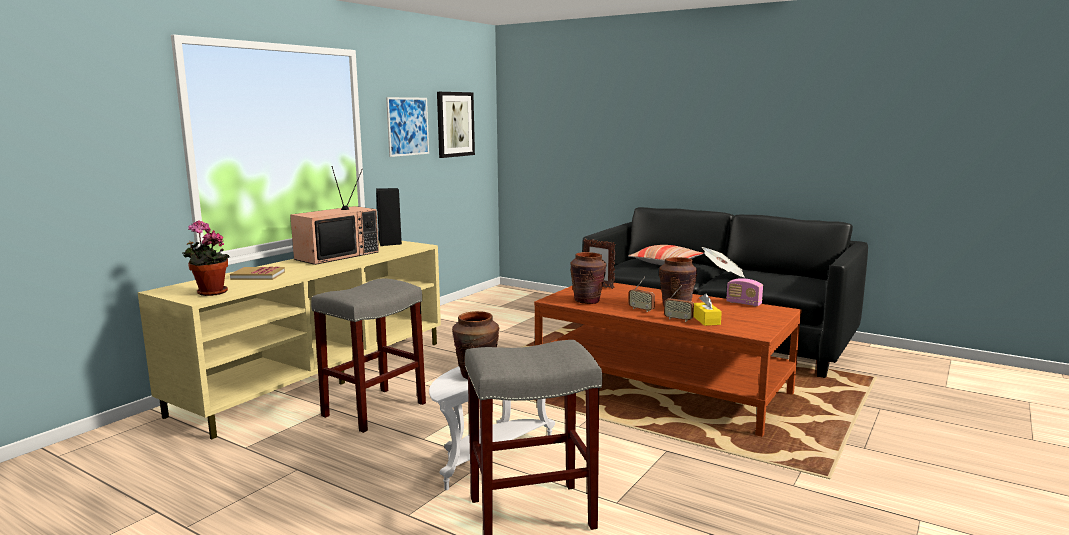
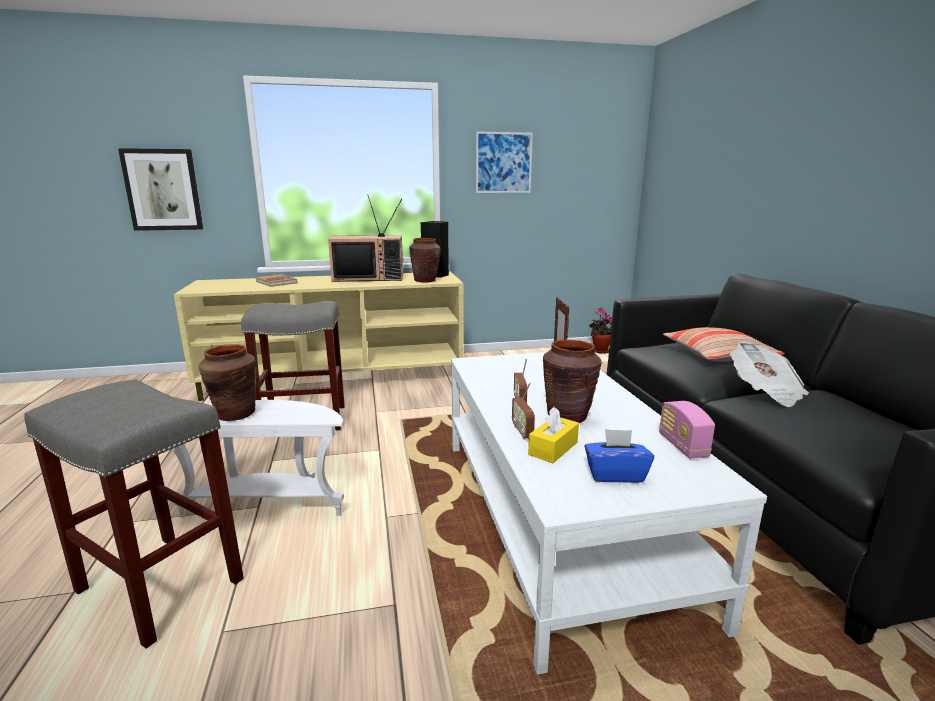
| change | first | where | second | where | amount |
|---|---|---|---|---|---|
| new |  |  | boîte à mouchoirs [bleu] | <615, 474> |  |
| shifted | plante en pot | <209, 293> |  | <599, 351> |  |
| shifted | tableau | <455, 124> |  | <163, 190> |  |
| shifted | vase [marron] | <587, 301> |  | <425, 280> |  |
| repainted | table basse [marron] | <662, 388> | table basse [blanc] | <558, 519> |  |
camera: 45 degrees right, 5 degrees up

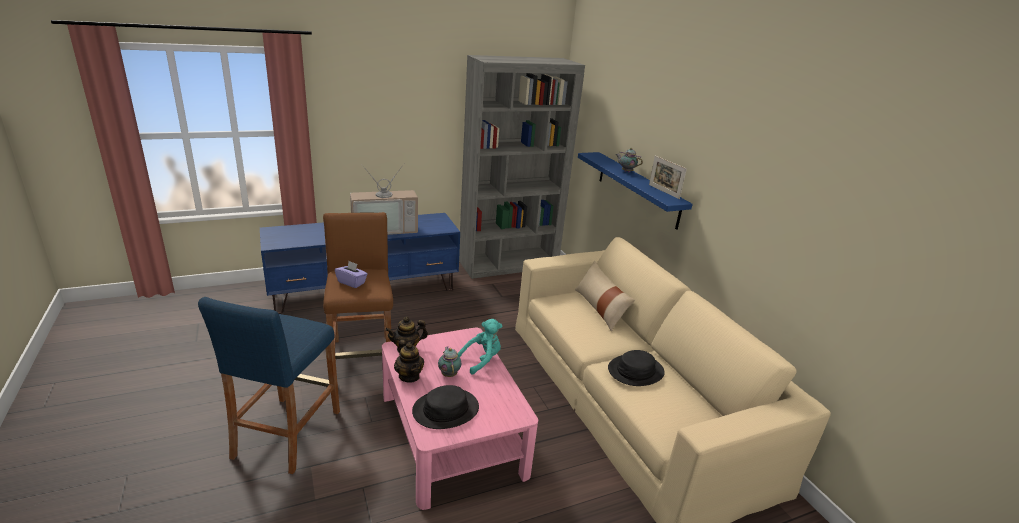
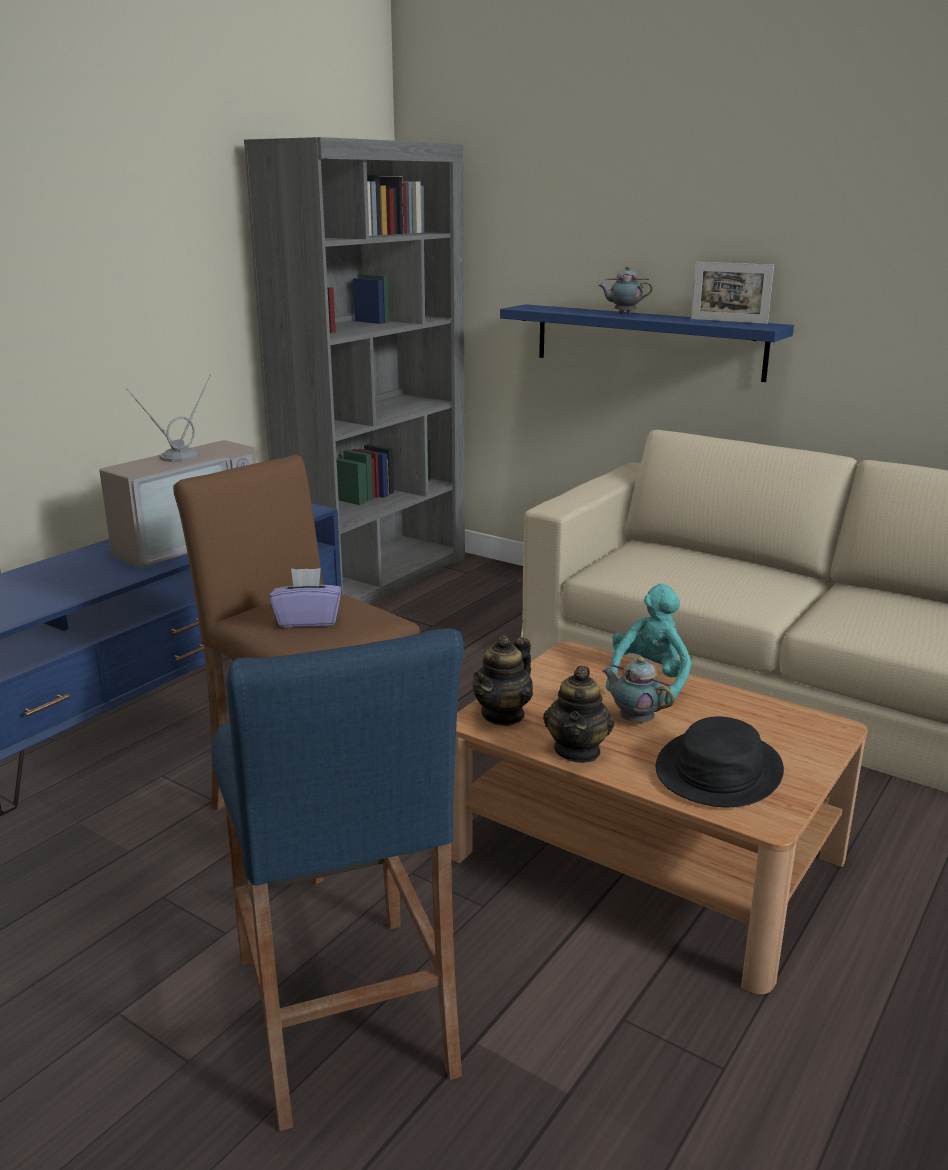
| change | first | where | second | where | amount |
|---|---|---|---|---|---|
| gone | coussin [beige] | <600, 308> |  |  |  |
| gone | chapeau [noir] | <635, 371> |  |  |  |
| repainted | table basse [rose] | <452, 434> | table basse [marron] | <645, 855> |  |
| rotated | théière | <409, 376> |  | <578, 750> | 75 degrees clockwise |
camera: 30 degrees left, 5 degrees down

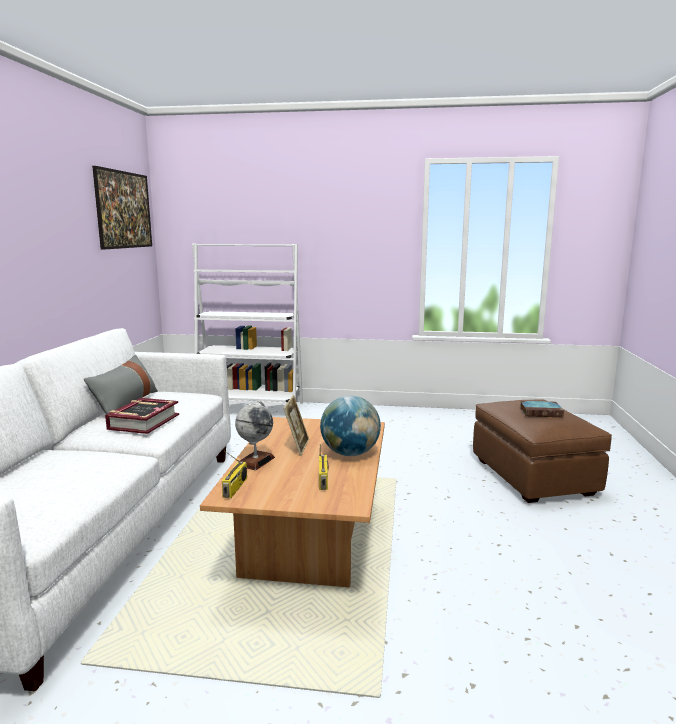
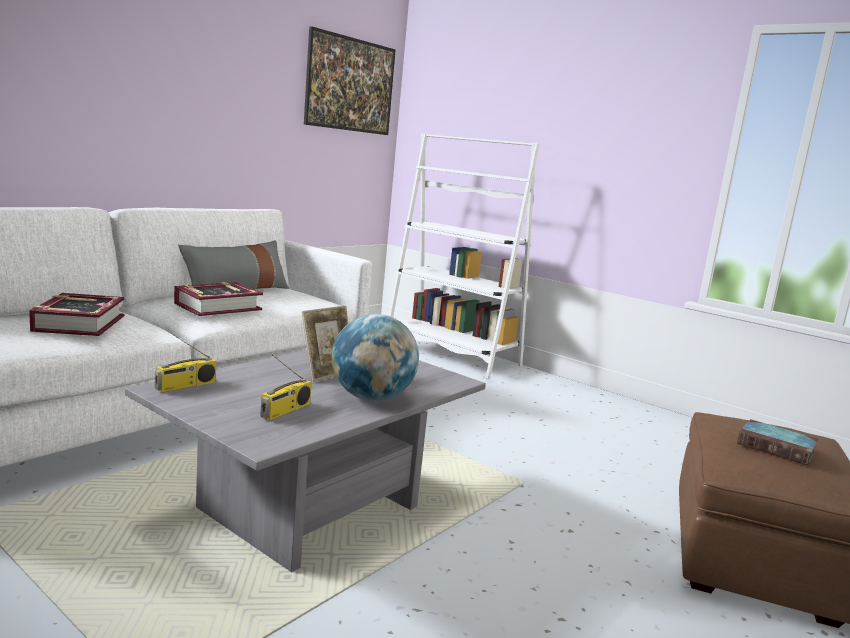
| change | first | where | second | where | amount |
|---|---|---|---|---|---|
| gone | globe | <255, 461> |  |  |  |
| new |  |  | livre | <78, 323> |  |
| repainted | table basse [marron] | <309, 547> | table basse [gris] | <312, 512> |  |
camera: 30 degrees right, 0 degrees up

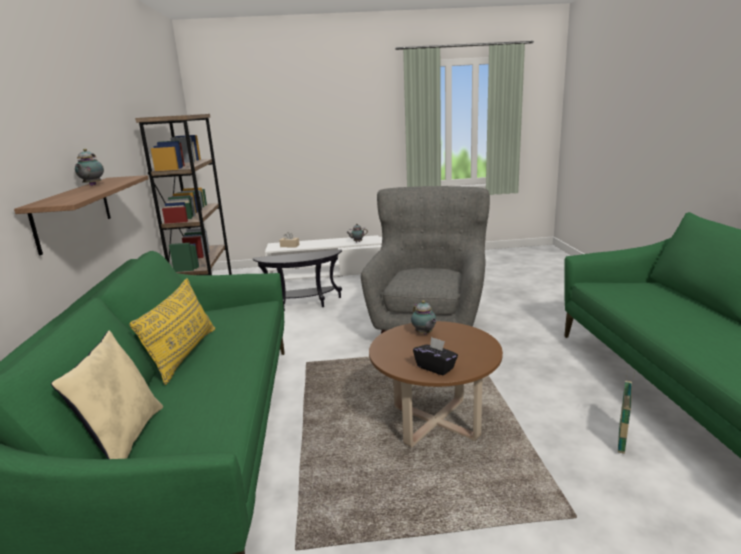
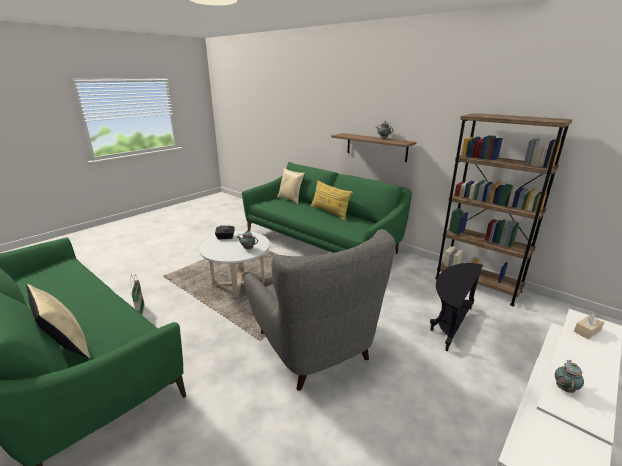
| change | first | where | second | where | amount |
|---|---|---|---|---|---|
| new |  |  | coussin [beige] | <66, 346> |  |
| repainted | table basse [marron] | <435, 422> | table basse [blanc] | <238, 284> |  |
camera: 135 degrees right, 5 degrees up

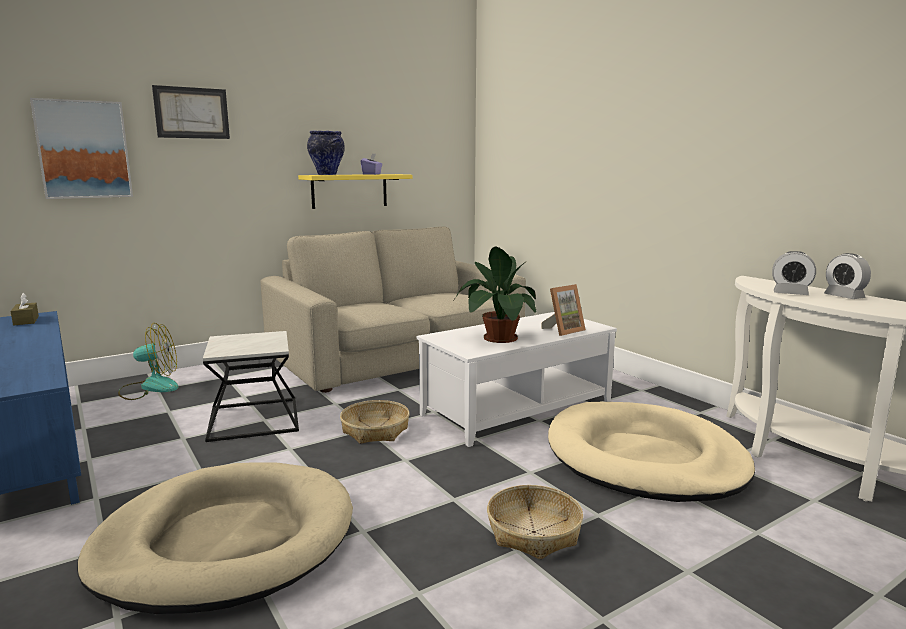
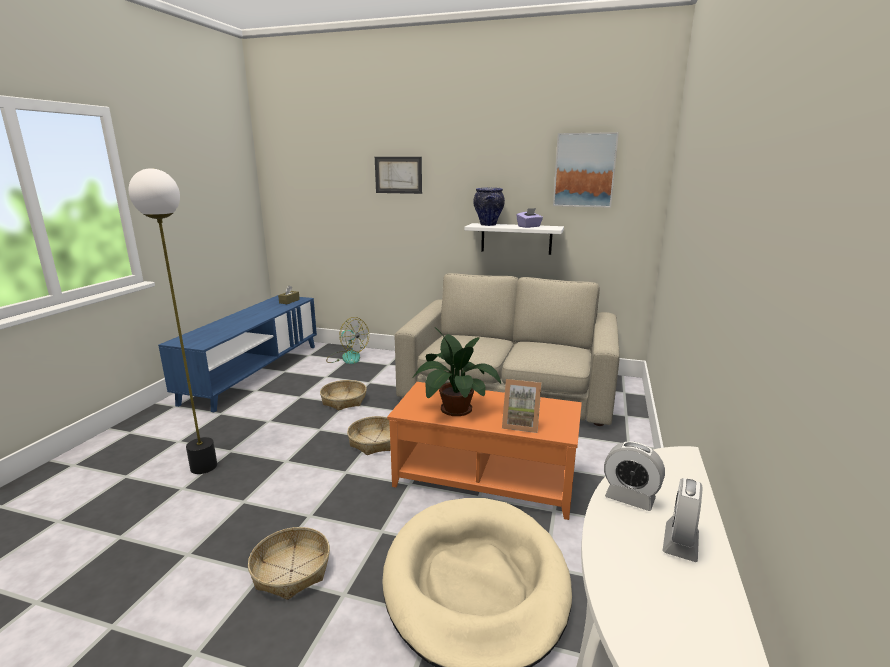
| change | first | where | second | where | amount |
|---|---|---|---|---|---|
| shifted | tableau | <83, 149> |  | <584, 170> |  |
| swapped | panier pour chien [beige] | <225, 542> | lampadaire | <203, 466> |  |
| swapped | table d'appoint | <254, 419> | panier | <344, 400> |  |
| repainted | étagère [jaune] | <349, 191> | étagère [blanc] | <516, 238> |  |
| repainted | table basse [blanc] | <516, 409> | table basse [orange] | <485, 477> |  |
| rotated | réveil | <790, 293> |  | <629, 498> | 45 degrees counterclockwise |
camera: 50 degrees right, 5 degrees up

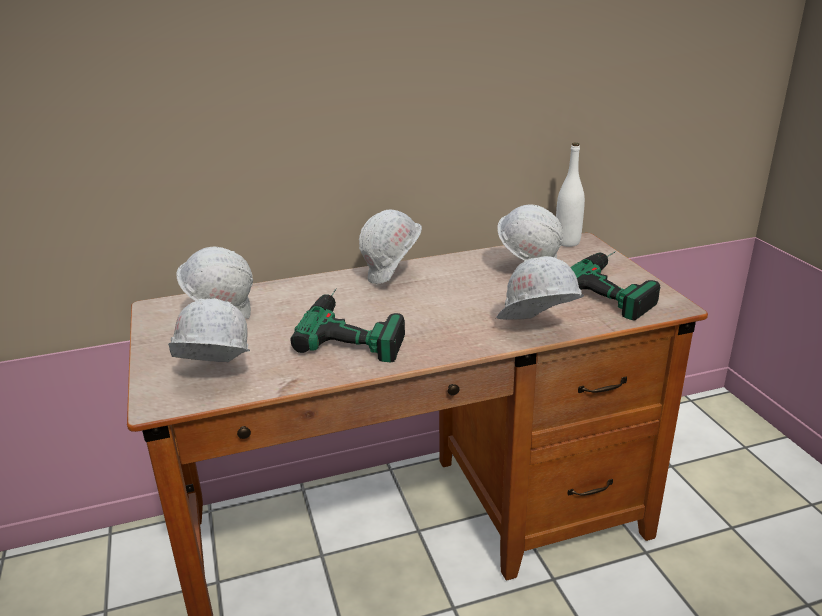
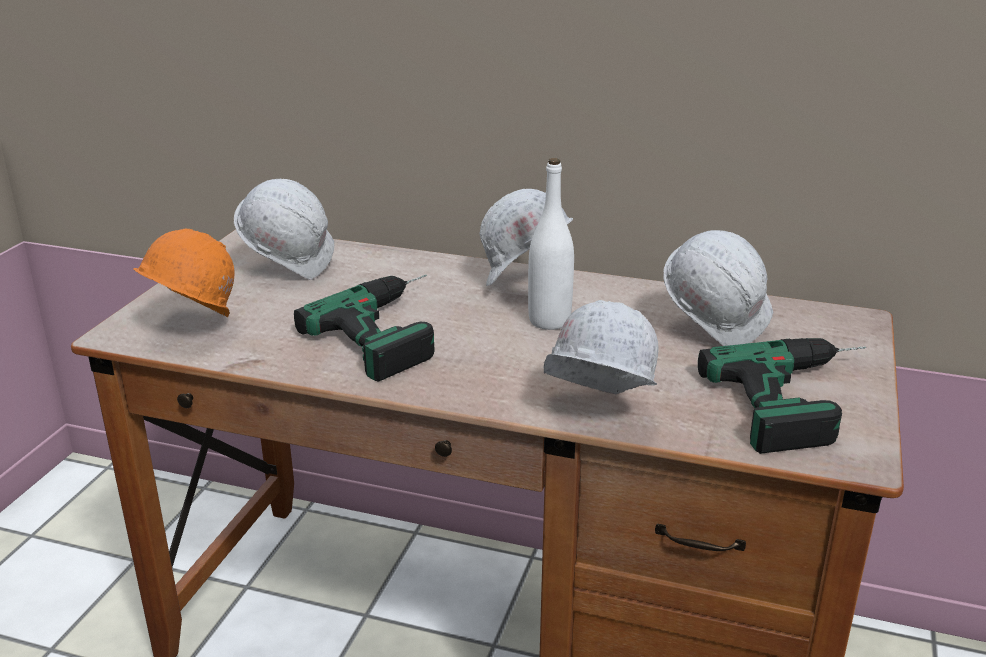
| change | first | where | second | where | amount |
|---|---|---|---|---|---|
| shifted | bouteille [blanc] | <567, 242> |  | <549, 321> |  |
| repainted | casque de chantier [blanc] | <213, 379> | casque de chantier [orange] | <191, 329> |  |
camera: 35 degrees right, 0 degrees up

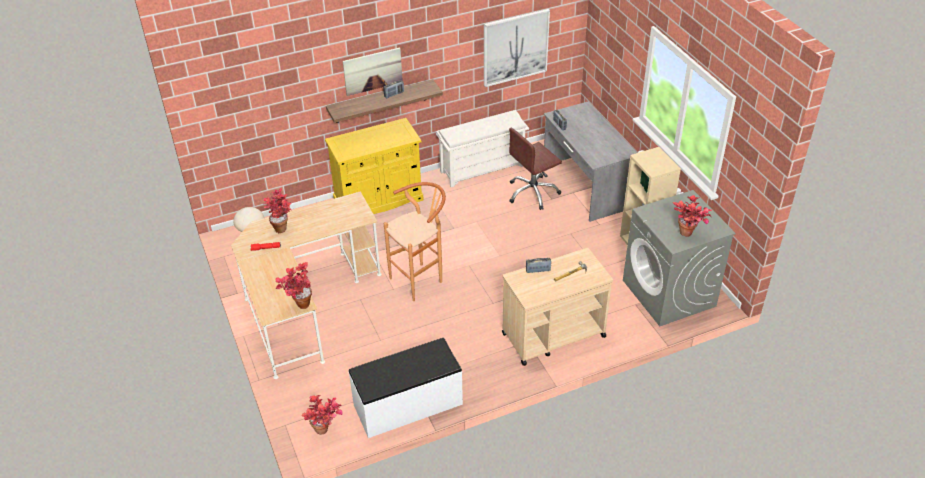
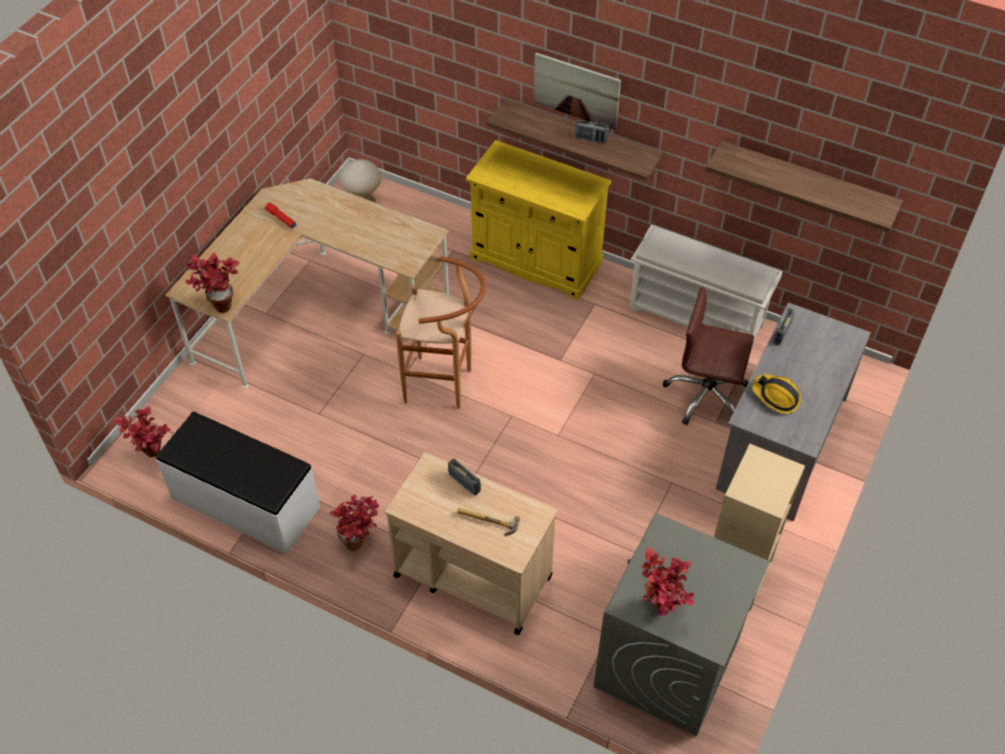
| change | first | where | second | where | amount |
|---|---|---|---|---|---|
| new |  |  | casque de chantier | <776, 397> |  |
| shifted | plante en pot | <282, 227> |  | <360, 541> |  |
| swapped | tableau | <515, 47> | étagère | <806, 183> |  |
camera: 50 degrees right, 10 degrees up

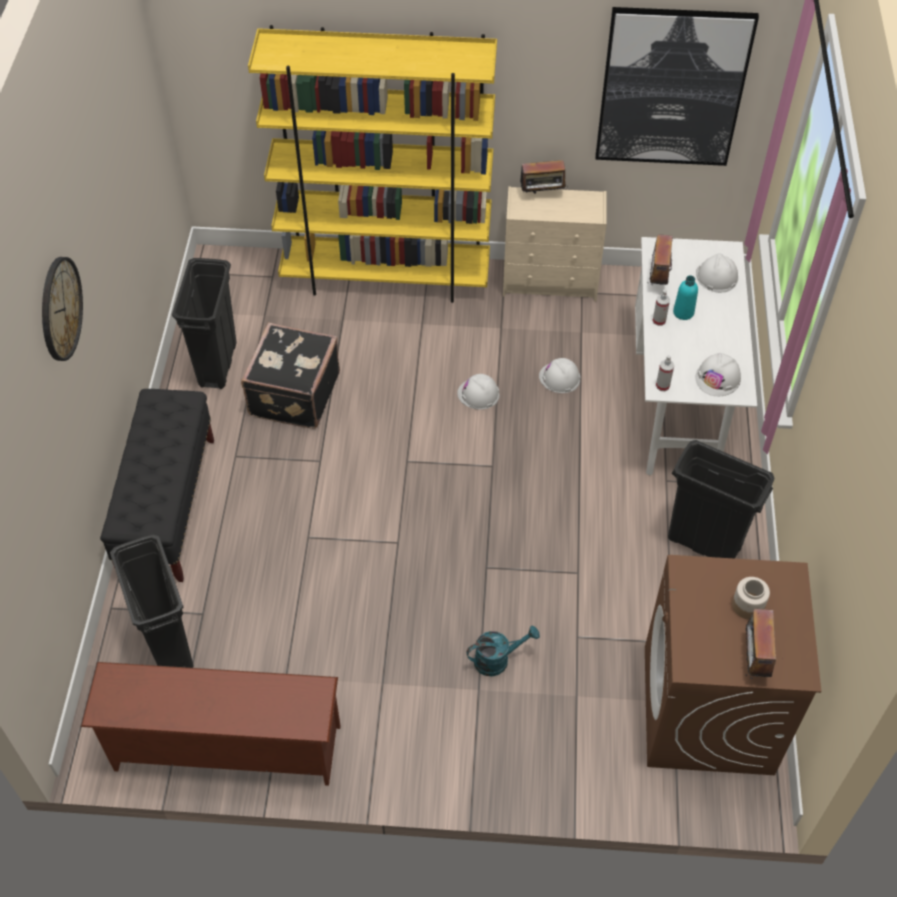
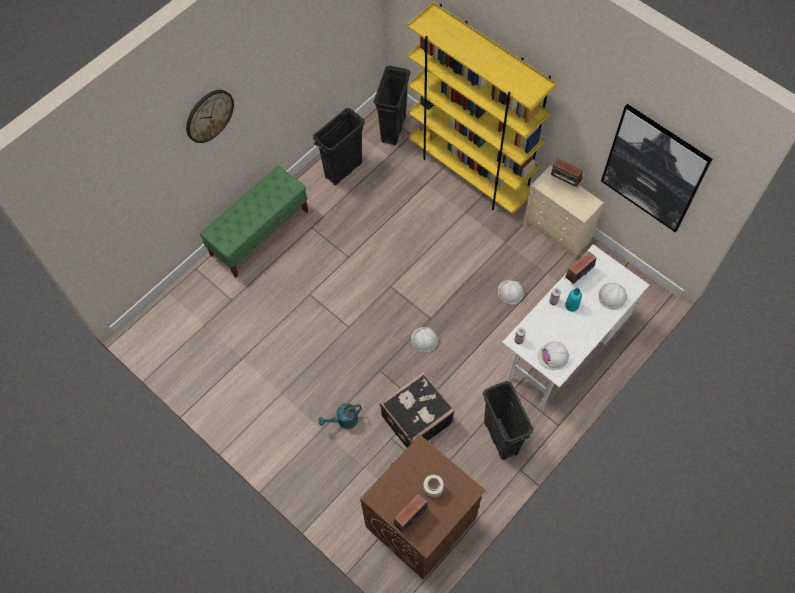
| change | first | where | second | where | amount |
|---|---|---|---|---|---|
| gone | étagère à chaussures [marron] | <225, 750> |  |  |  |
| shifted | poubelle [noir] | <169, 645> |  | <393, 129> |  |
| shifted | valise [noir] | <292, 394> |  | <415, 418> |  |
| shifted | casque de chantier [blanc] | <478, 394> |  | <424, 340> |  |
| repainted | banc [noir] | <168, 506> | banc [vert] | <260, 233> |  |
| rotated | arrosoir [turquoise] | <497, 659> |  | <343, 421> | 135 degrees clockwise |
camera: 40 degrees right, 10 degrees up

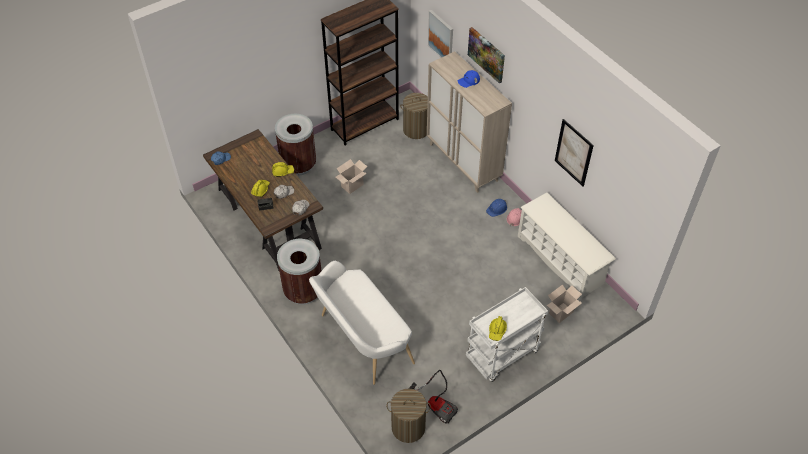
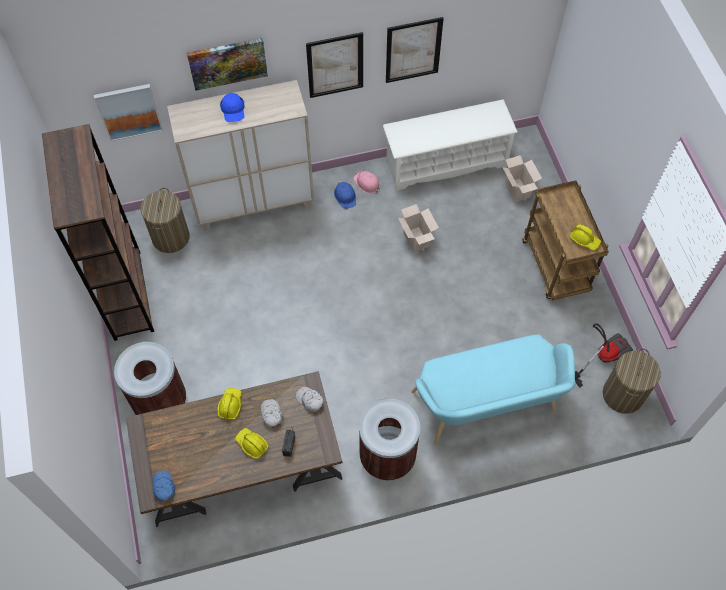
| change | first | where | second | where | amount |
|---|---|---|---|---|---|
| new |  |  | tableau | <335, 65> |  |
| shifted | carton | <352, 186> |  | <417, 240> |  |
| repainted | banc [blanc] | <362, 340> | banc [turquoise] | <487, 408> |  |
| repainted | chariot [blanc] | <502, 356> | chariot [marron] | <556, 267> |  |
camera: 70 degrees left, 10 degrees up

